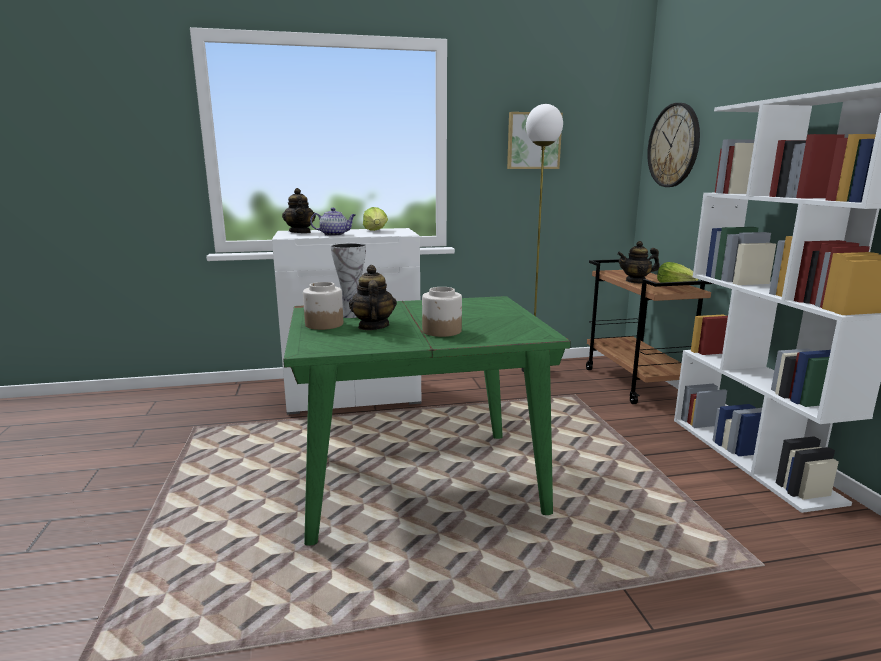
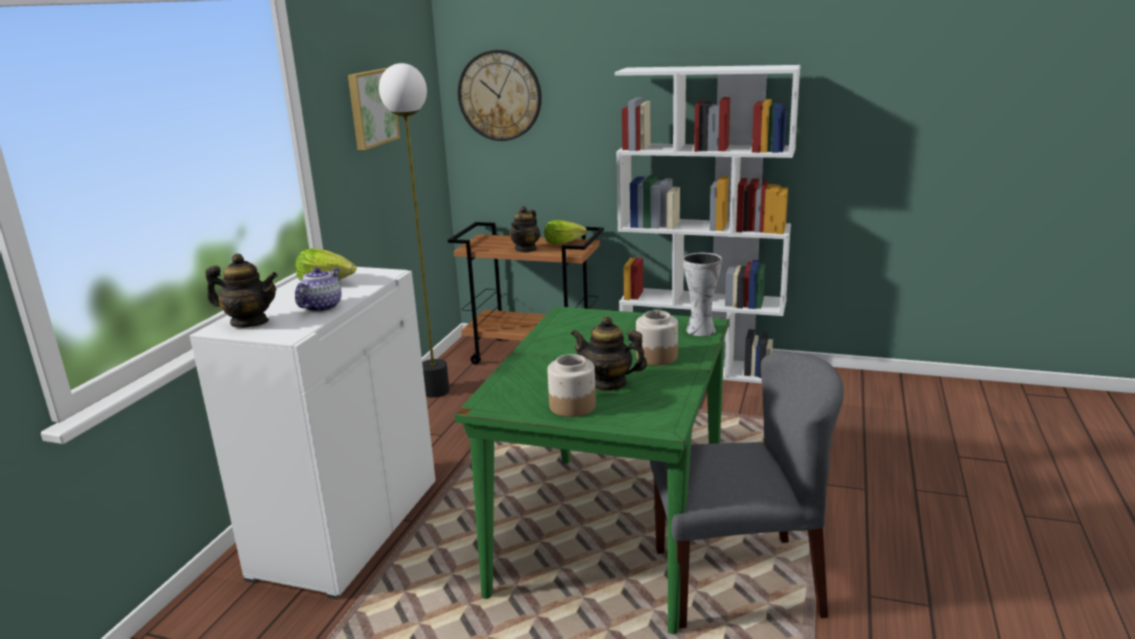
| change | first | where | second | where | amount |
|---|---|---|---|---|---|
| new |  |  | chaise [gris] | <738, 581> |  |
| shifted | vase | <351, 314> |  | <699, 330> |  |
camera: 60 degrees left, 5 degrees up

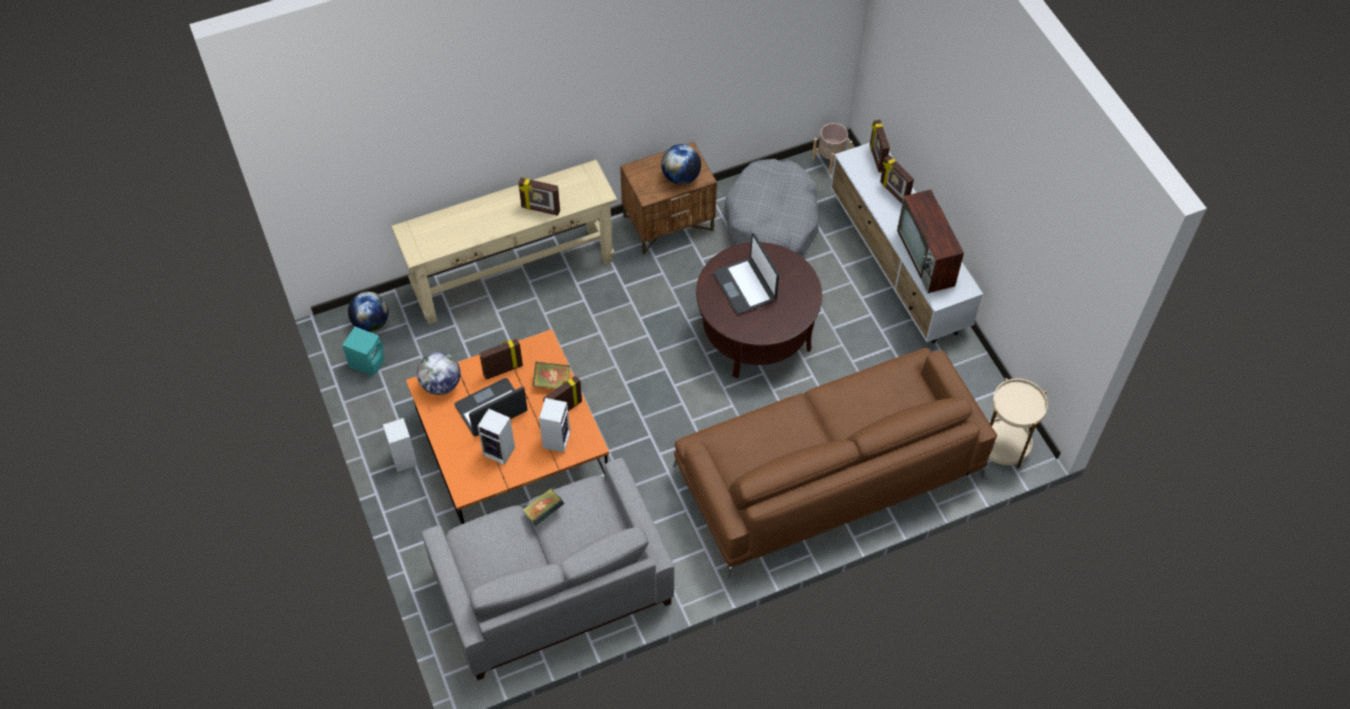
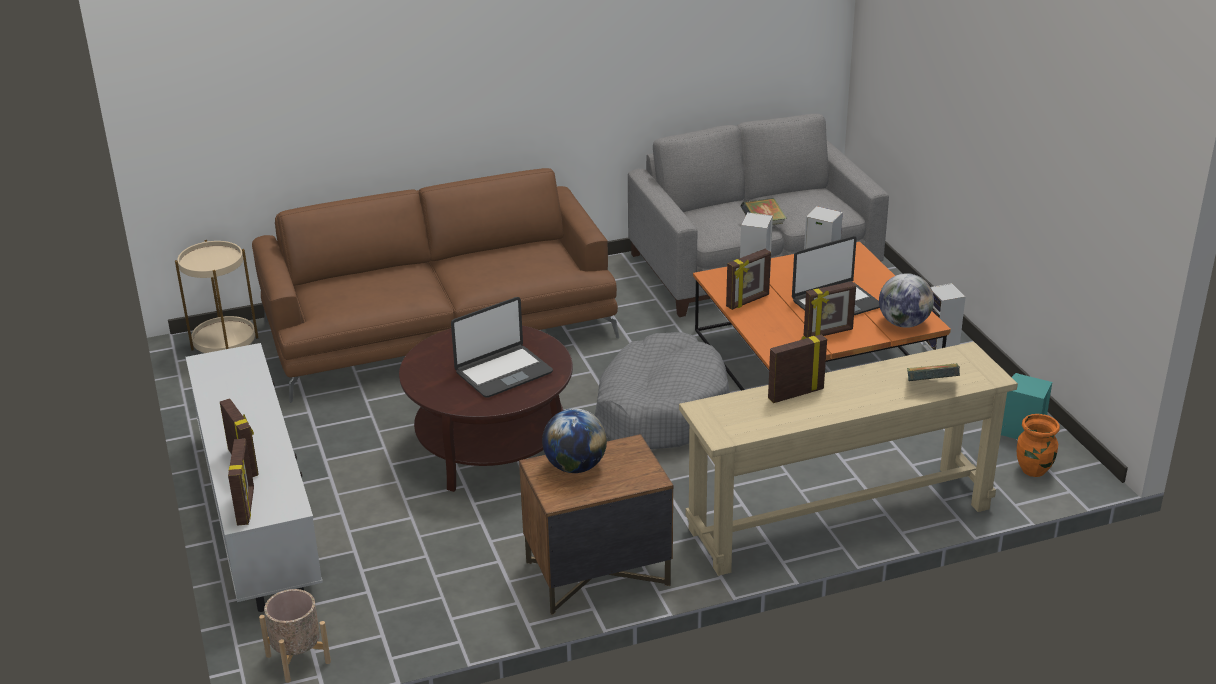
| change | first | where | second | where | amount |
|---|---|---|---|---|---|
| gone | téléviseur | <926, 259> |  |  |  |
| shifted | livre | <552, 382> |  | <931, 386> |  |
| shifted | panier pour chien [gris] | <772, 221> |  | <660, 409> |  |
| swapped | globe | <371, 322> | vase [orange] | <1034, 470> |  |
| rotated | cadre photo | <540, 209> |  | <795, 393> | 45 degrees counterclockwise |
| rotated | ordinateur portable | <745, 286> |  | <503, 372> | 75 degrees clockwise |
camera: 175 degrees left, 25 degrees down

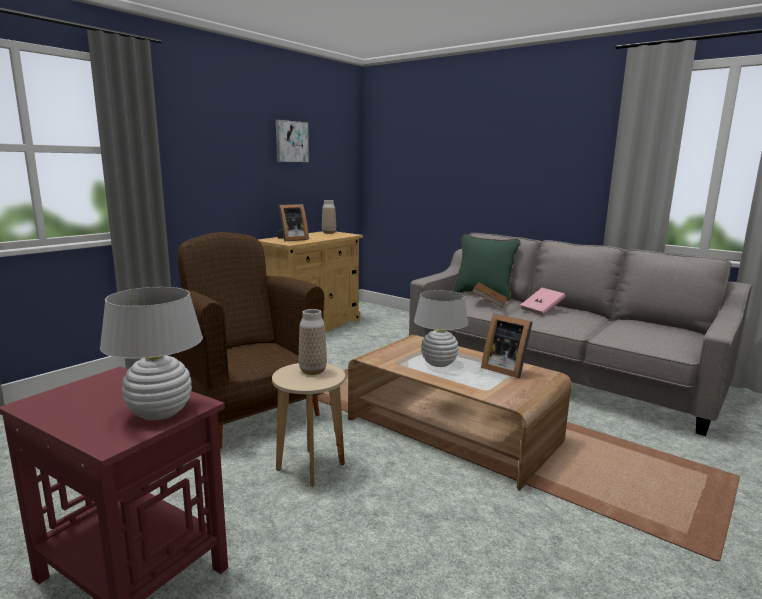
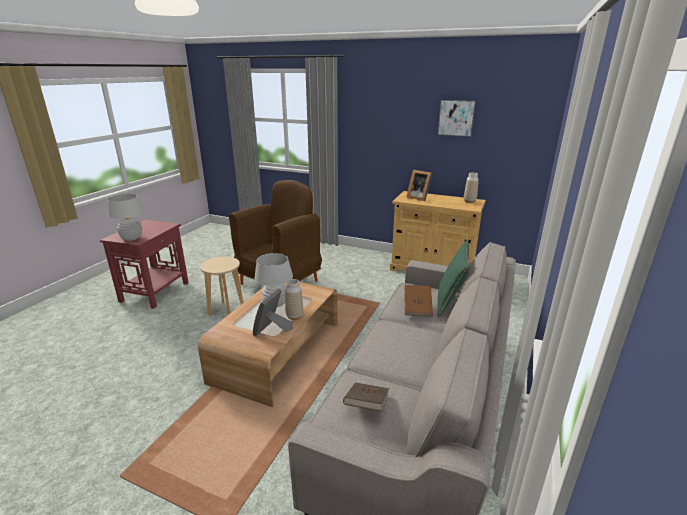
| change | first | where | second | where | amount |
|---|---|---|---|---|---|
| gone | livre [rose] | <541, 310> |  |  |  |
| new |  |  | livre [marron] | <366, 405> |  |
| shifted | vase | <313, 371> |  | <294, 316> |  |
camera: 75 degrees right, 10 degrees up

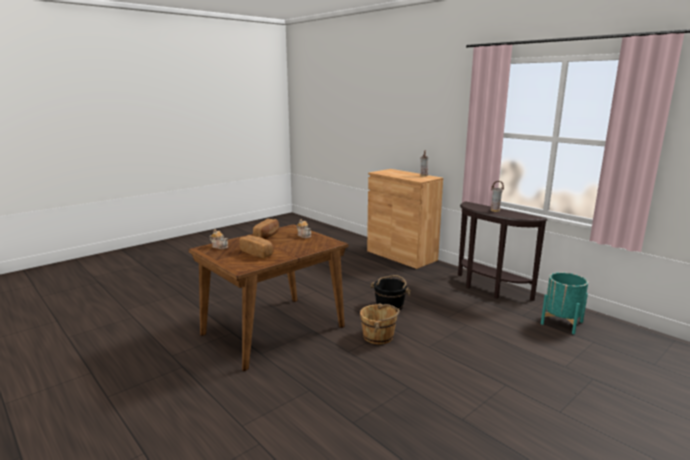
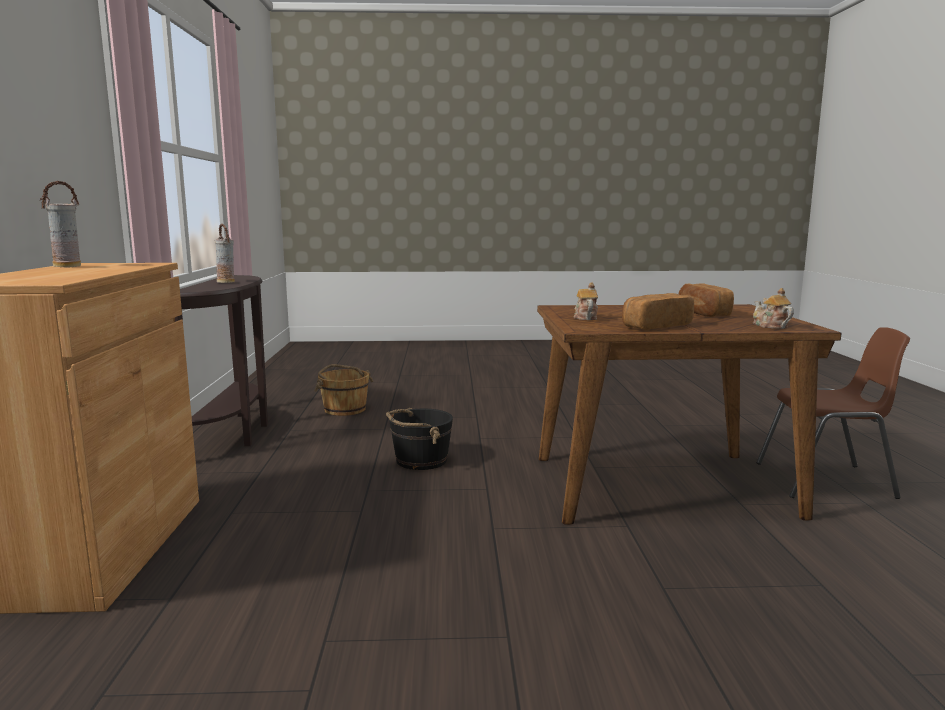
| change | first | where | second | where | amount |
|---|---|---|---|---|---|
| gone | cache-pot [turquoise] | <561, 323> |  |  |  |
| new |  |  | chaise [marron] | <827, 481> |  |
| shifted | seau [marron] | <379, 336> |  | <344, 409> |  |
camera: 140 degrees left, 5 degrees down

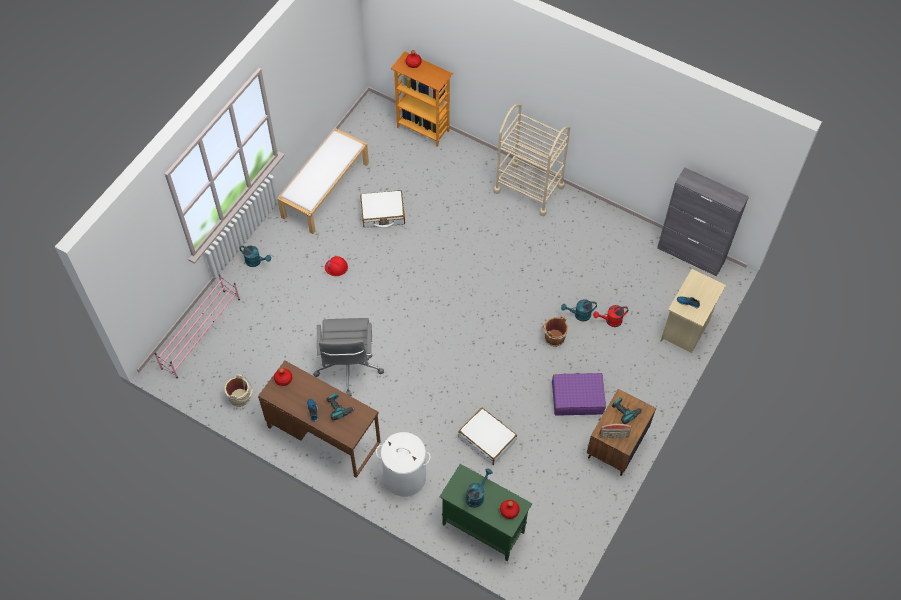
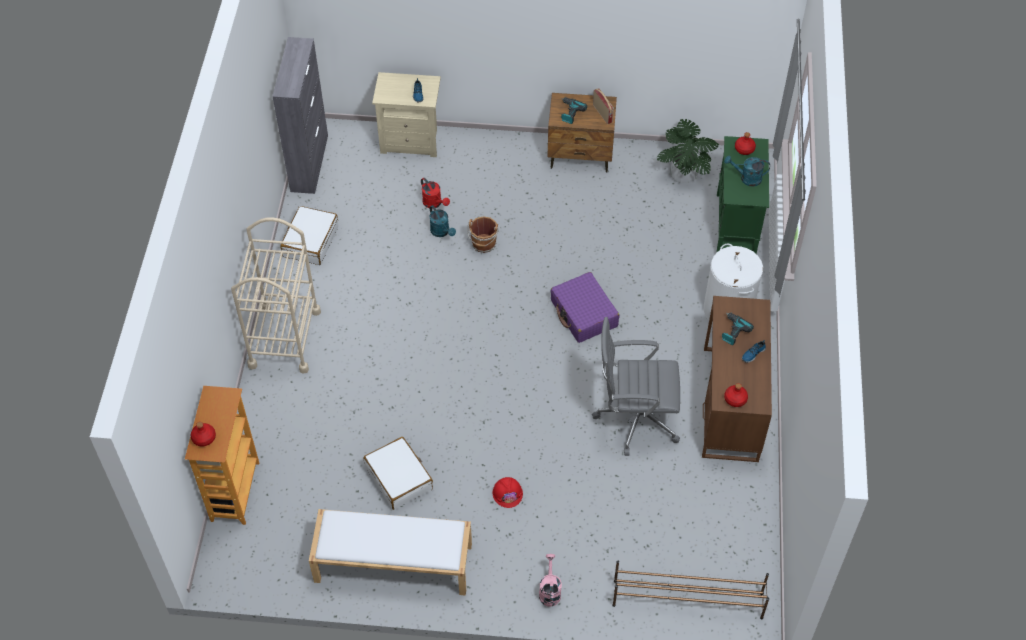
| change | first | where | second | where | amount |
|---|---|---|---|---|---|
| gone | seau [beige] | <241, 397> |  |  |  |
| new |  |  | plante en pot | <683, 175> |  |
| shifted | valise [blanc] | <487, 439> |  | <310, 241> |  |
| shifted | valise [violet] | <577, 398> |  | <584, 314> |  |
| repainted | étagère à chaussures [rose] | <201, 333> | étagère à chaussures [marron] | <687, 599> |  |
| repainted | arrosoir [turquoise] | <256, 261> | arrosoir [rose] | <549, 590> |  |
| rotated | chaise de bureau [gris] | <348, 367> |  | <635, 417> | 150 degrees counterclockwise |
camera: 115 degrees left, 5 degrees down

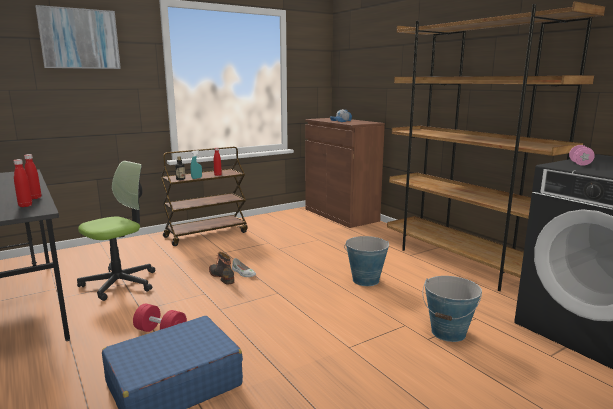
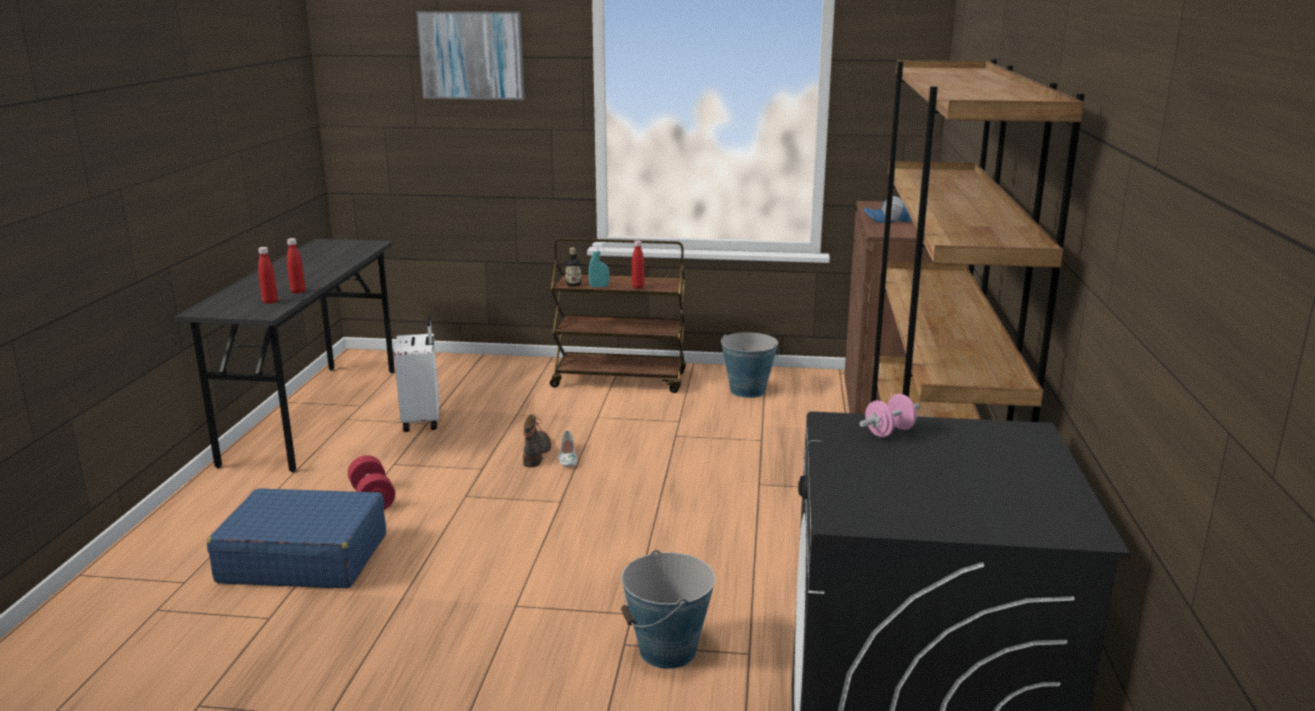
| change | first | where | second | where | amount |
|---|---|---|---|---|---|
| shifted | seau | <365, 280> |  | <747, 391> |  |
| swapped | chaise de bureau | <120, 283> | valise [blanc] | <423, 421> |  |
camera: 40 degrees right, 5 degrees up

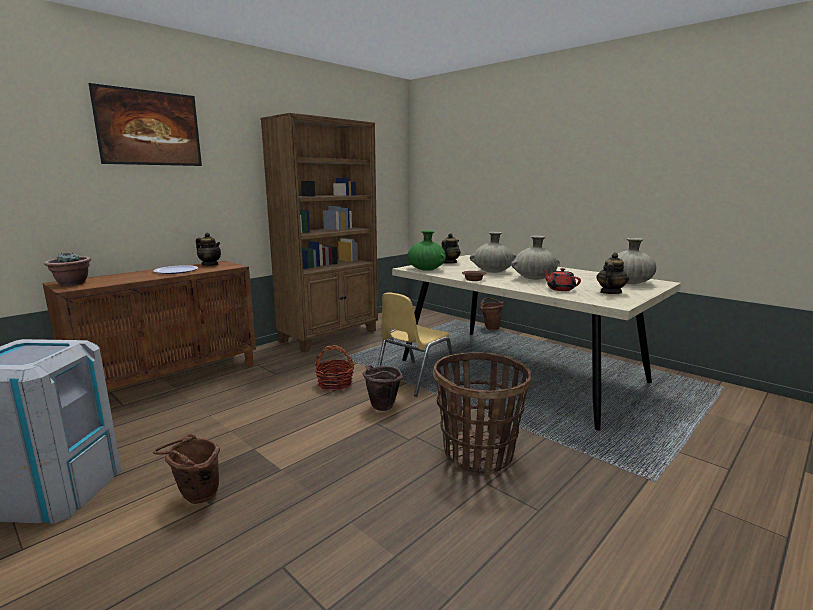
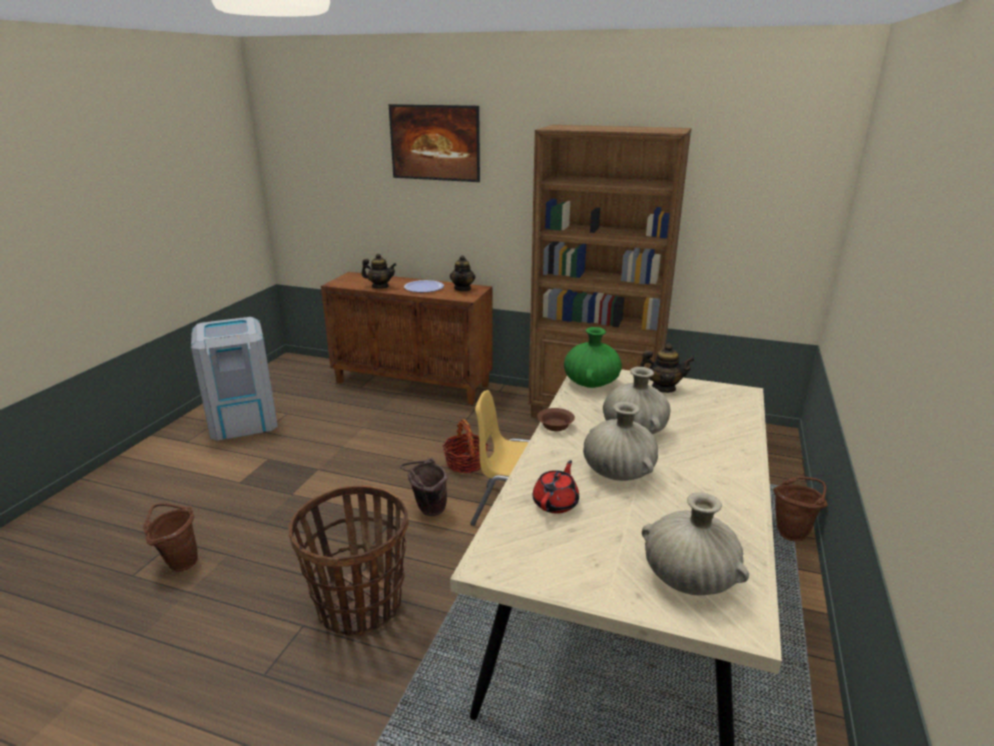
| change | first | where | second | where | amount |
|---|---|---|---|---|---|
| gone | plante en pot | <72, 283> |  |  |  |
| shifted | seau [marron] | <195, 498> |  | <179, 561> |  |
| shifted | théière | <610, 292> |  | <380, 286> |  |
camera: 65 degrees right, 10 degrees up

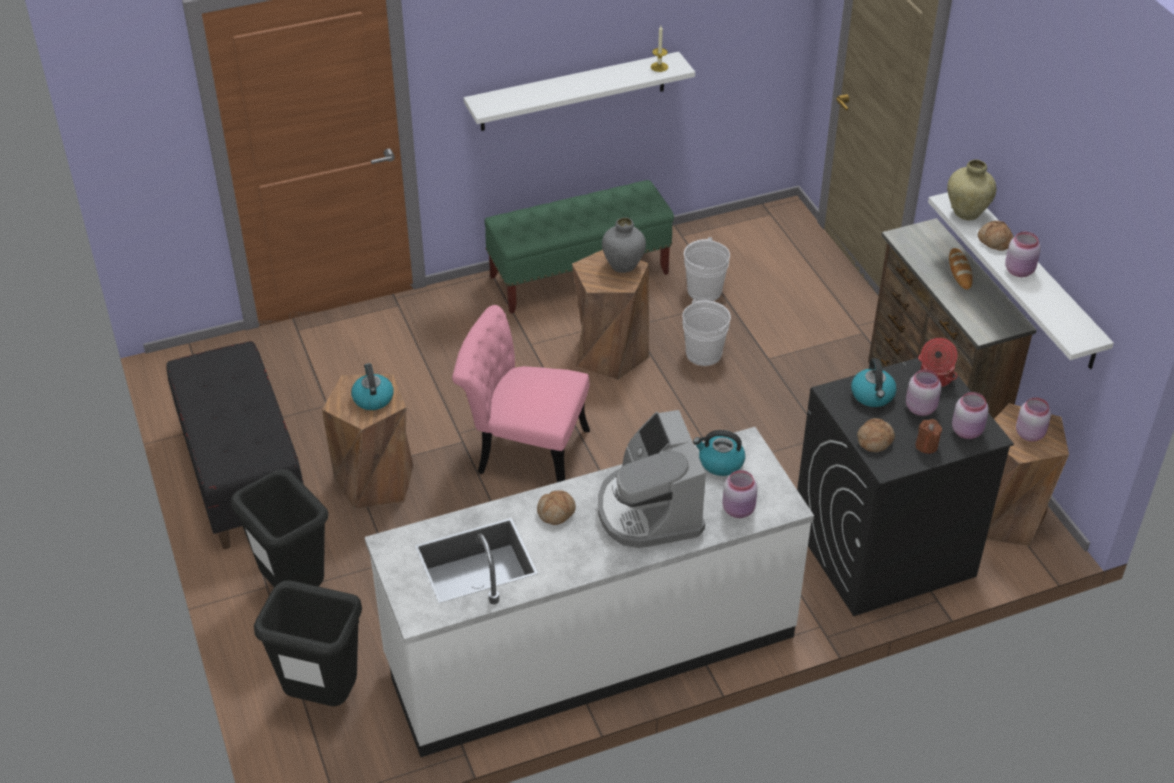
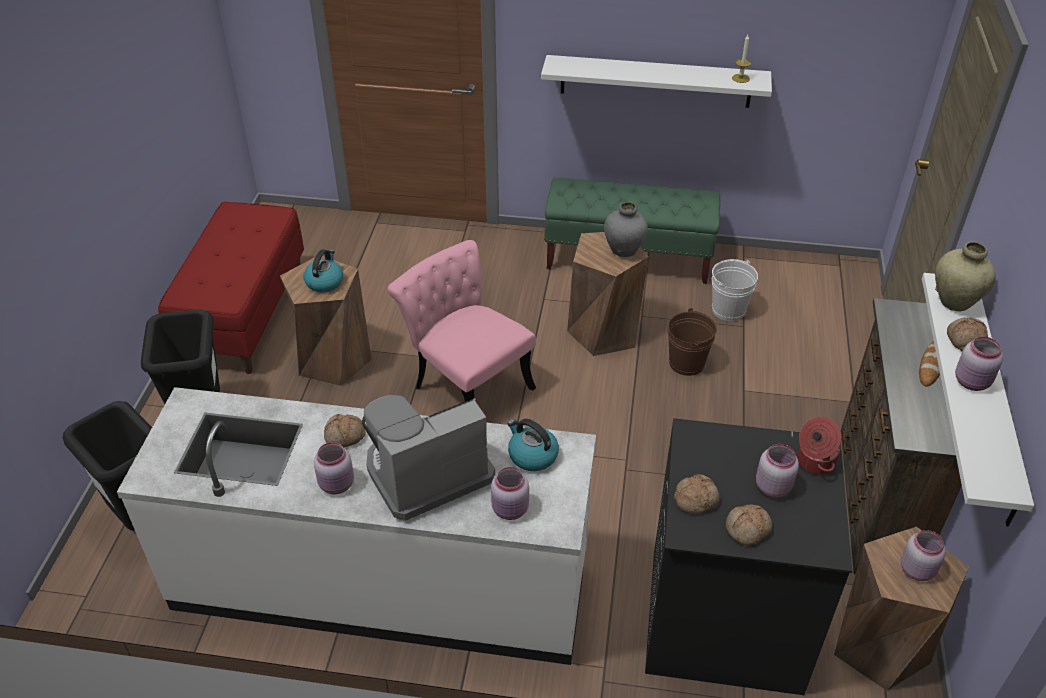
| change | first | where | second | where | amount |
|---|---|---|---|---|---|
| gone | bouilloire | <873, 395> |  |  |  |
| shifted | bocal [rose] | <967, 431> |  | <337, 484> |  |
| swapped | bougie [marron] | <926, 445> | pain | <748, 529> |  |
| repainted | banc [noir] | <242, 475> | banc [rouge] | <244, 315> |  |
| repainted | seau [blanc] | <704, 354> | seau [marron] | <686, 363> |  |
| rotated | machine à café | <649, 510> |  | <426, 472> | 45 degrees clockwise |
camera: 30 degrees right, 0 degrees up

